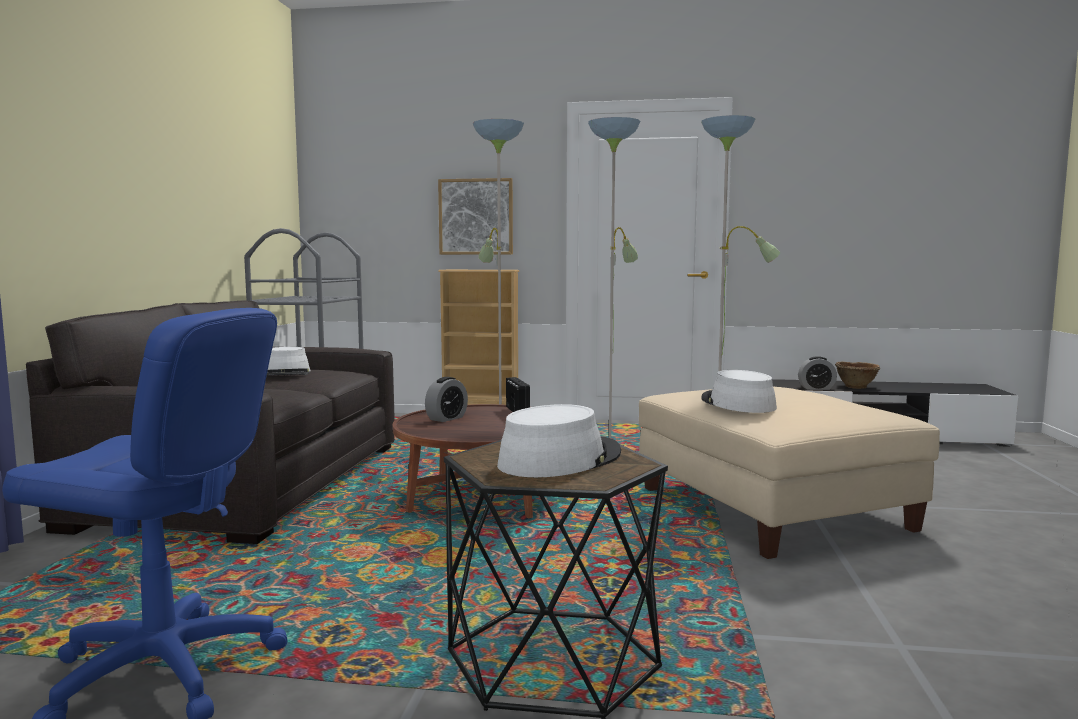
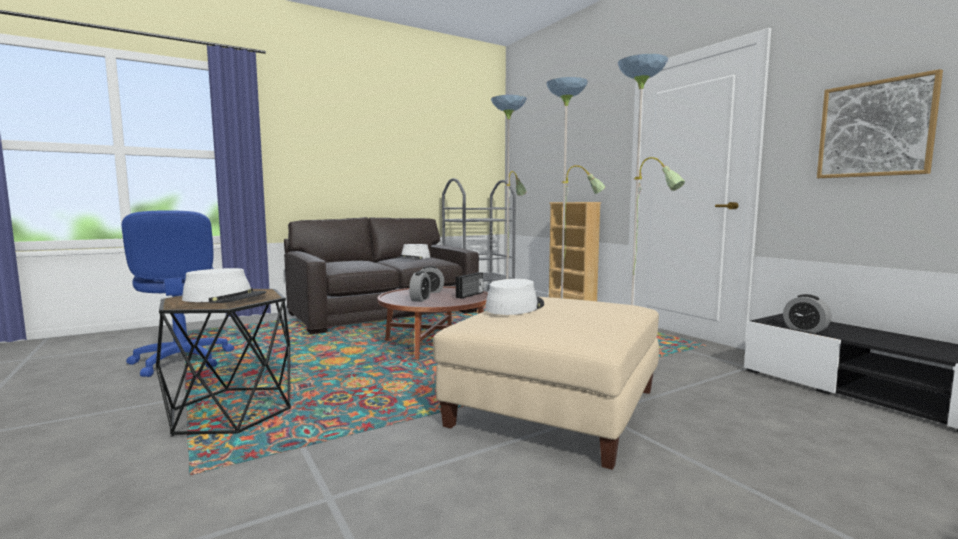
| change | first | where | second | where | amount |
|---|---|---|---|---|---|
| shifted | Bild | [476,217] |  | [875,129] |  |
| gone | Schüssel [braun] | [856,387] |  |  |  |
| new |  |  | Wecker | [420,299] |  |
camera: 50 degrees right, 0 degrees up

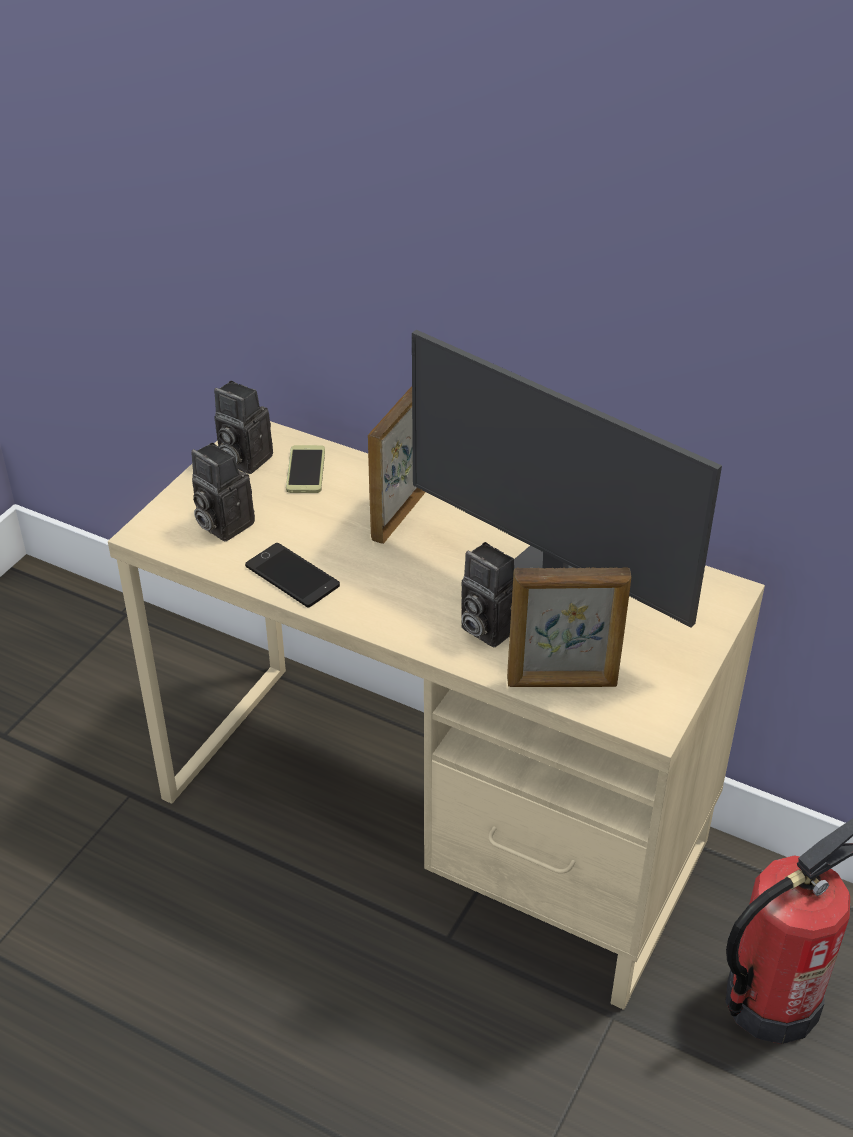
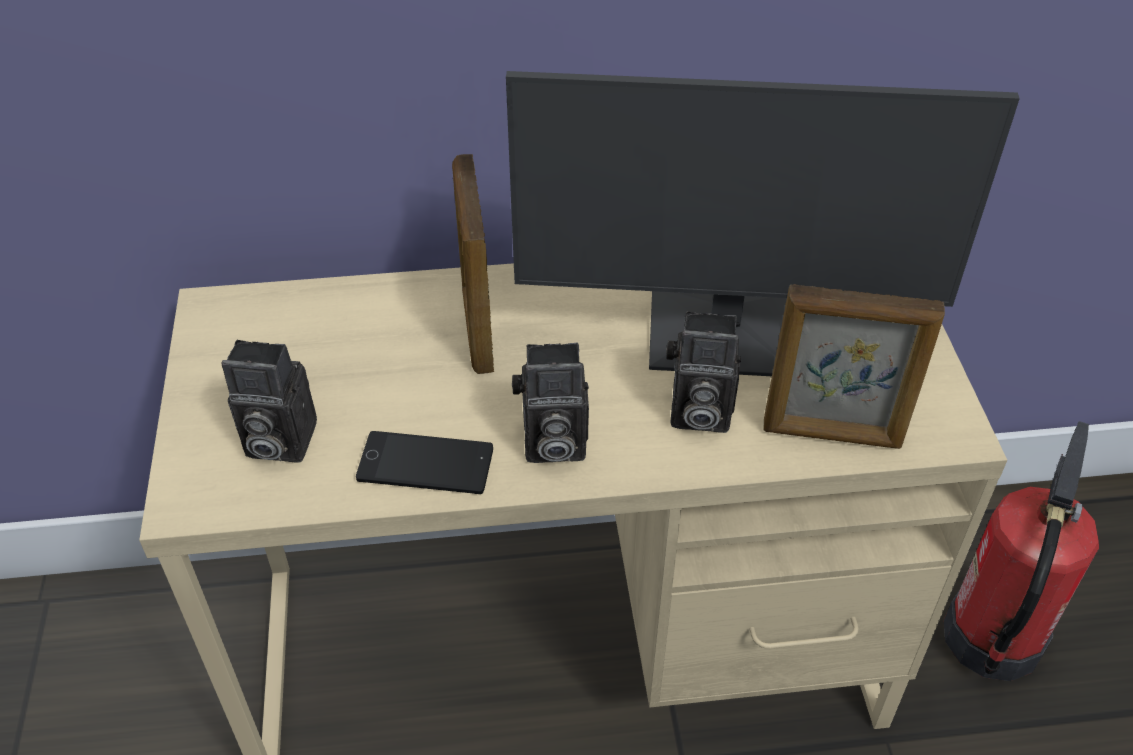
| change | first | where | second | where | amount |
|---|---|---|---|---|---|
| shifted | Kamera | [242,459] |  | [550,444] |  |
| gone | Handy | [305,470] |  |  |  |
| rotated | Bilderrahmen | [562,683] |  | [832,435] | 45 degrees clockwise |
camera: 35 degrees left, 5 degrees up

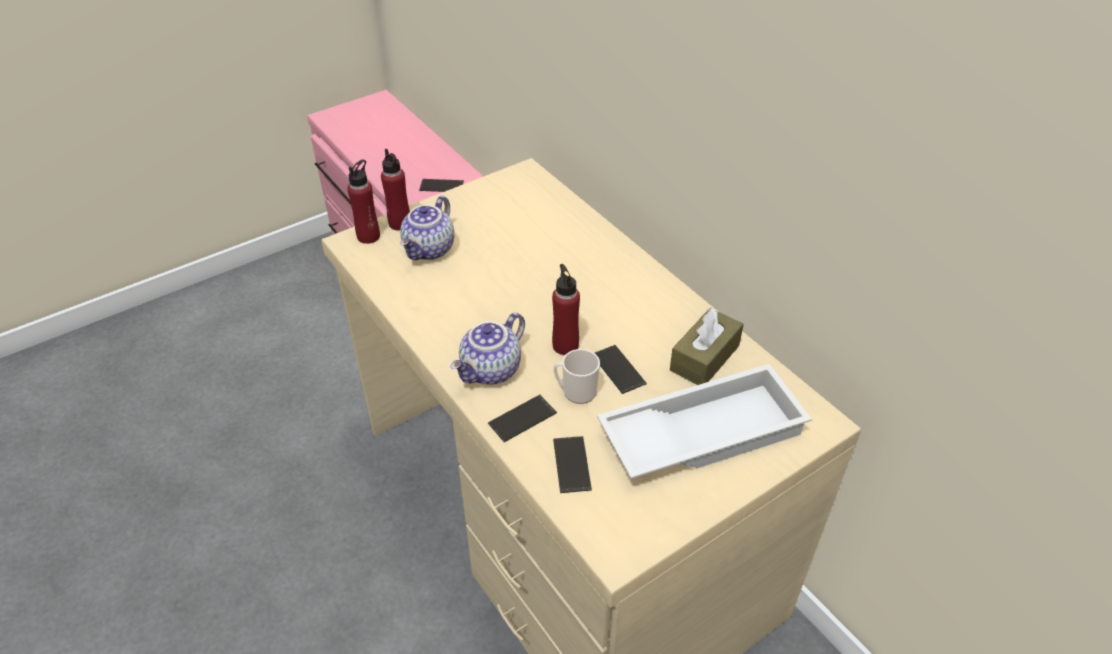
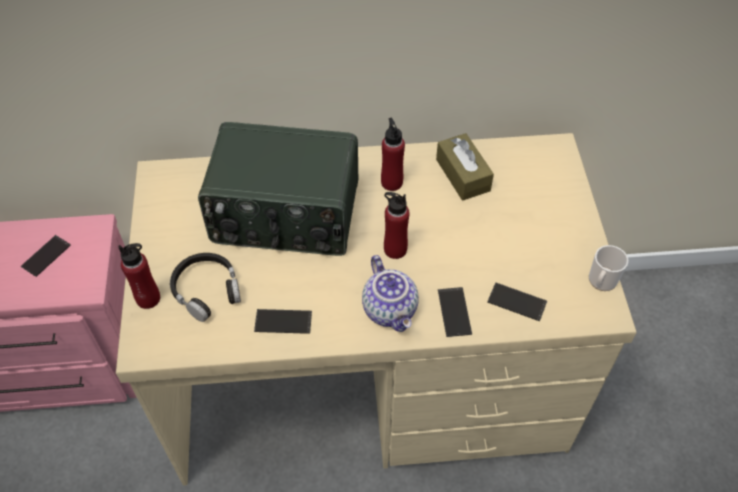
| change | first | where | second | where | amount |
|---|---|---|---|---|---|
| shifted | Flasche [rot] | [368,236] |  | [391,182] |  |
| swapped | Teekanne | [430,250] | Kopfhörer [schwarz] | [207,290] |  |
| shifted | Henkelbecher | [576,391] |  | [601,282] |  |
| shifted | Handy | [618,369] |  | [283,321] |  |
| gone | Tablett [weiß] | [701,431] |  |  |  |
| new |  |  | Radio | [285,215] |  |
camera: 60 degrees left, 10 degrees up

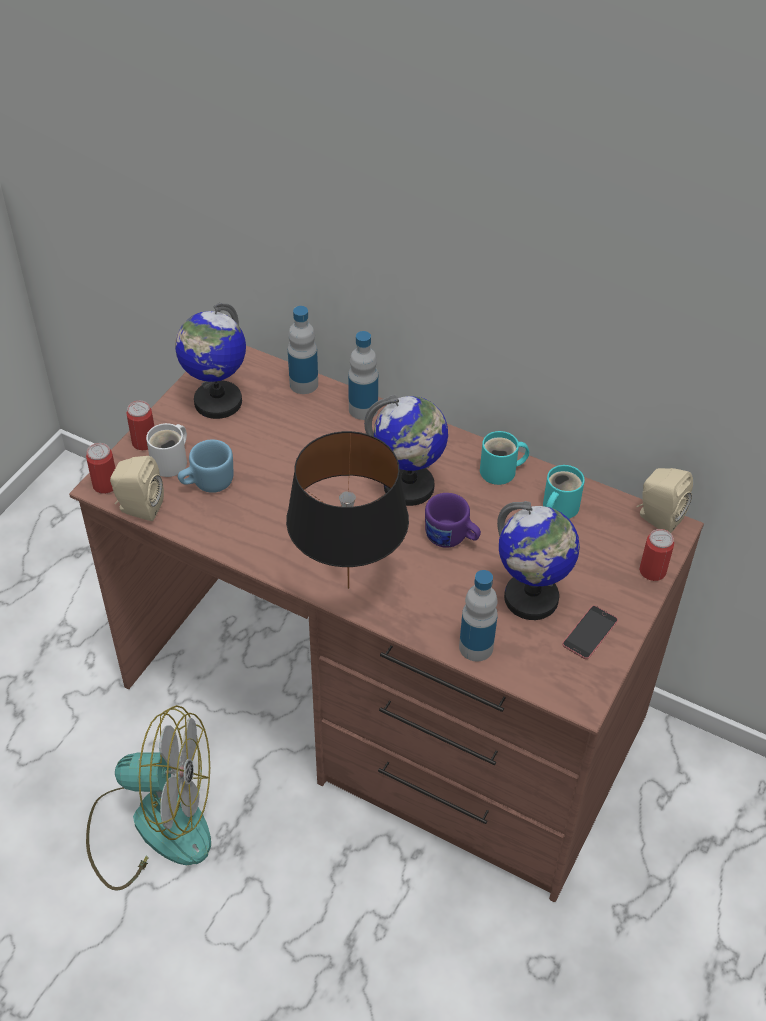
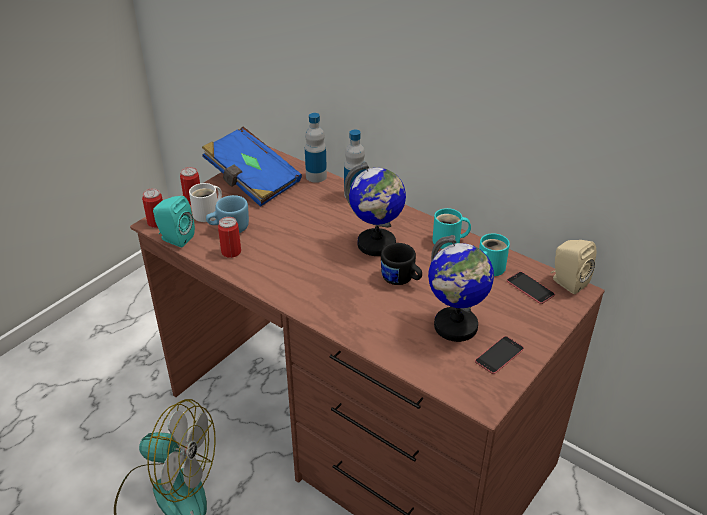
| change | first | where | second | where | amount |
|---|---|---|---|---|---|
| repainted | Lautsprecher [beige] | [138,508] | Lautsprecher [türkis] | [175,239] |  |
| swapped | Globus | [217,402] | Buch [blau] | [252,182] |  |
| gone | Tischlampe [schwarz] | [349,587] |  |  |  |
| repainted | Henkelbecher [lila] | [451,539] | Henkelbecher [schwarz] | [401,280] |  |
| gone | Flasche | [476,647] |  |  |  |
| shifted | Dose | [652,571] |  | [231,252] |  |
| new |  |  | Handy | [530,288] |  |
camera: 10 degrees right, 10 degrees down

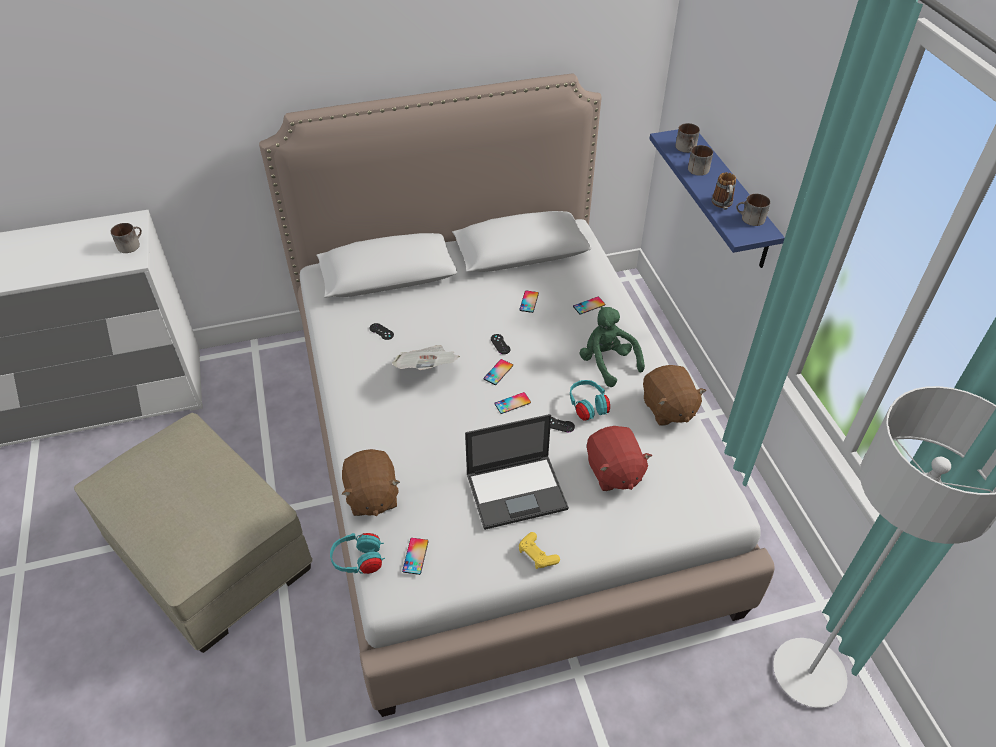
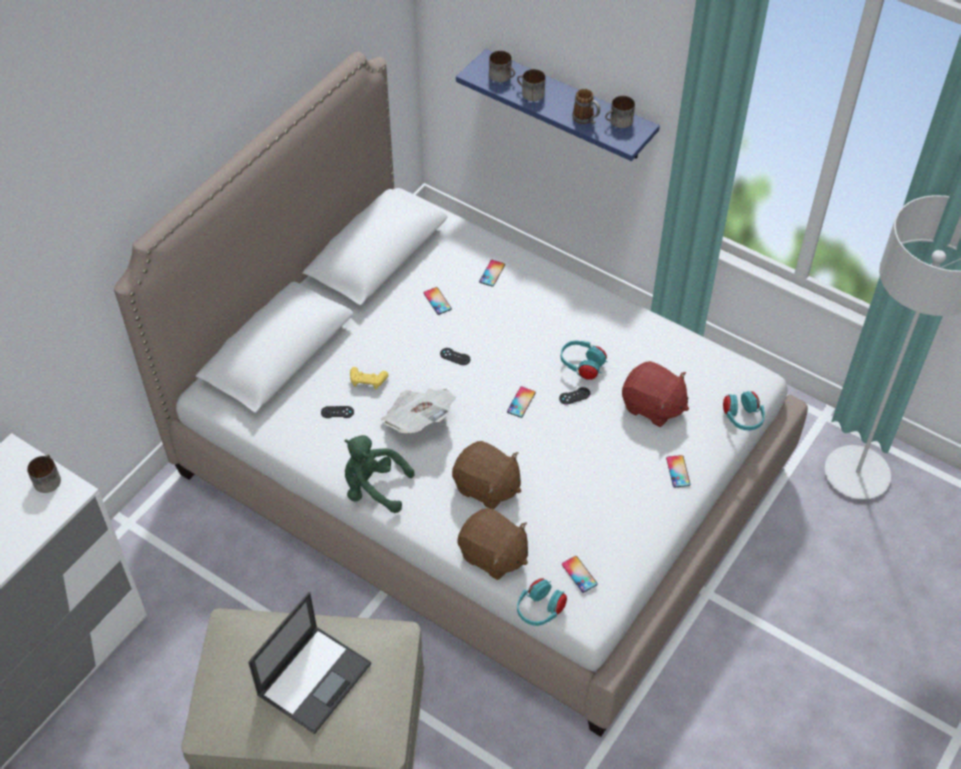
| change | first | where | second | where | amount |
|---|---|---|---|---|---|
| shifted | Laptop | [517,491] |  | [315,678] |  |
| shifted | Handy | [498,372] |  | [678,471] |  |
| shifted | Gamepad [gelb] | [537,555] |  | [368,381] |  |
| shifted | Plüschtier [grün] | [607,363] |  | [374,487] |  |
| shifted | Plüschtier [braun] | [668,409] |  | [486,487] |  |
| new |  |  | Kopfhörer [türkis] | [742,418] |  |
camera: 40 degrees left, 5 degrees up

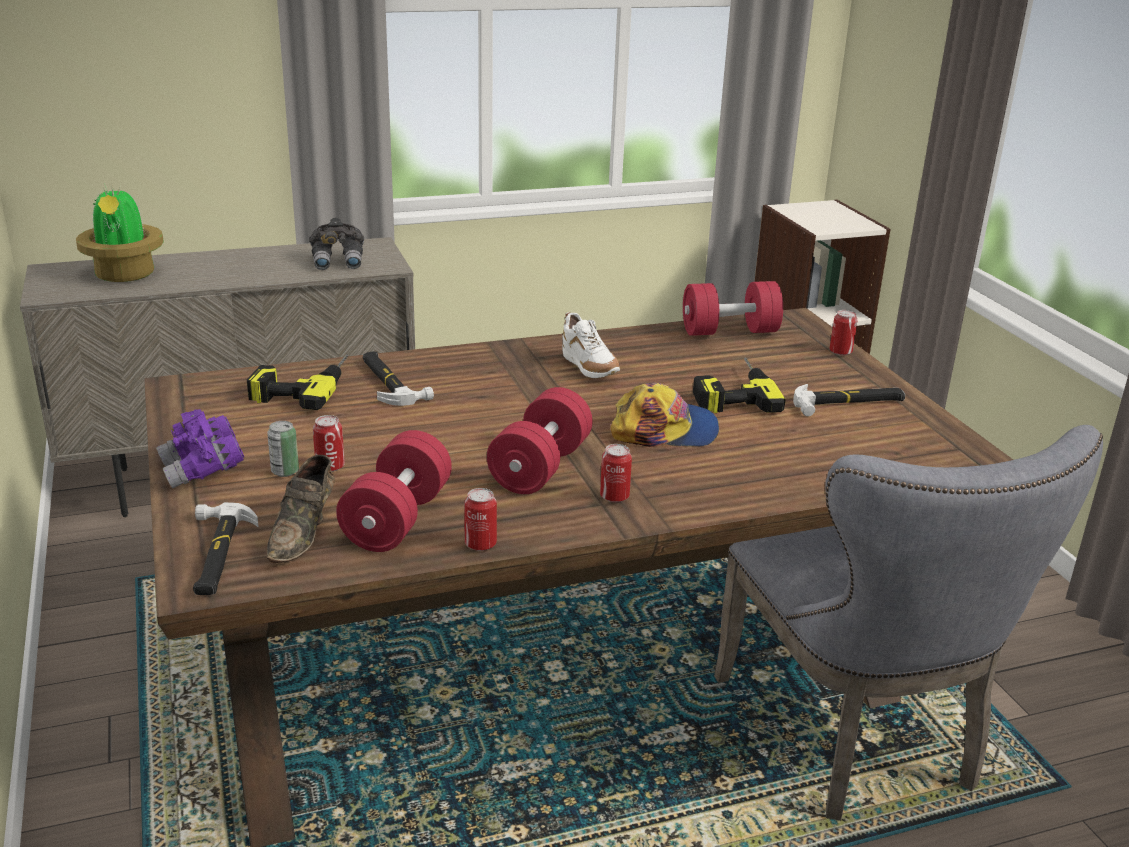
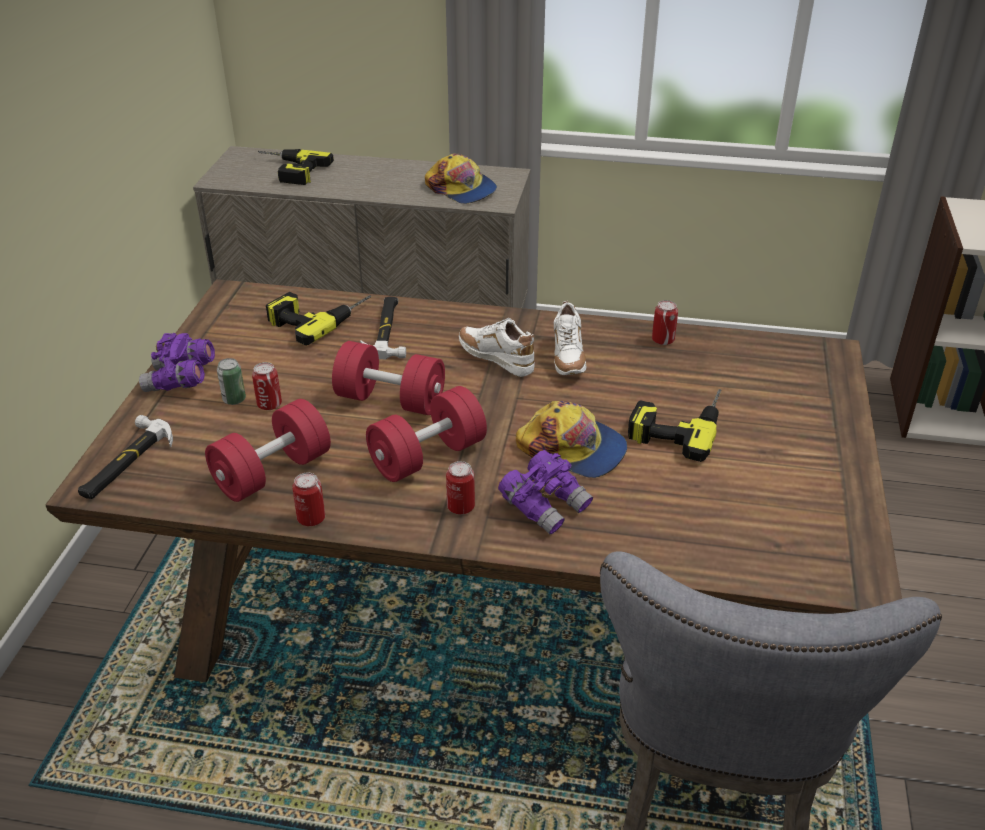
| change | first | where | second | where | amount |
|---|---|---|---|---|---|
| swapped | Topfpflanze | [125,275] | Bohrmaschine | [287,171] |  |
| gone | Schuh [braun] | [304,533] |  |  |  |
| swapped | Fernglas [grau] | [338,262] | Kappe | [461,189] |  |
| shifted | Hantel [rot] | [729,331] |  | [390,400] |  |
| gone | Hammer | [848,403] |  |  |  |
| shifted | Dose | [840,352] |  | [663,340] |  |
| new |  |  | Schuh [weiß] | [496,359] |  |
| new |  |  | Fernglas [lila] | [545,506] |  |
camera: 30 degrees right, 10 degrees up

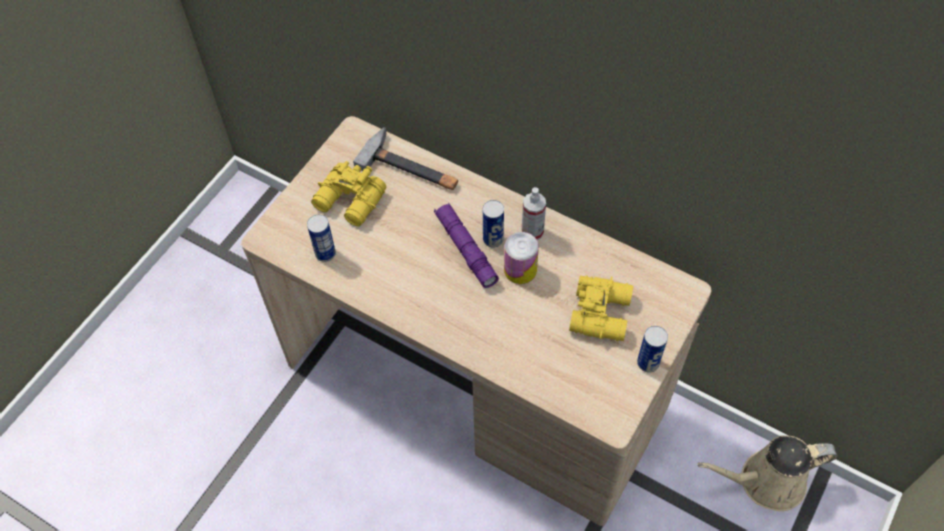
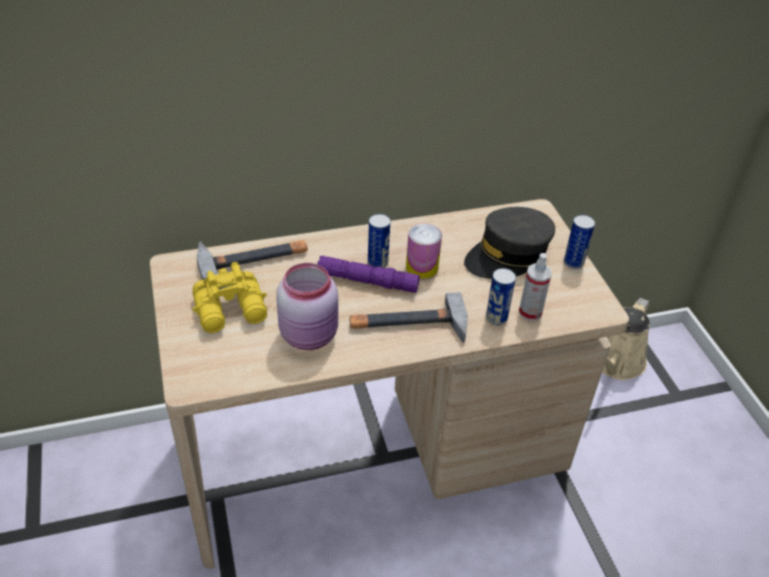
| change | first | where | second | where | amount |
|---|---|---|---|---|---|
| shifted | Dose | [325,253] |  | [496,318] |  |
| shifted | Sprühflasche | [532,231] |  | [530,312] |  |
| swapped | Fernglas [gelb] | [602,312] | Kappe [grau] | [508,255] |  |
| new |  |  | Vorratsglas [rosa] | [310,335] |  |
| new |  |  | Hammer | [408,325] |  |
camera: 50 degrees left, 15 degrees down

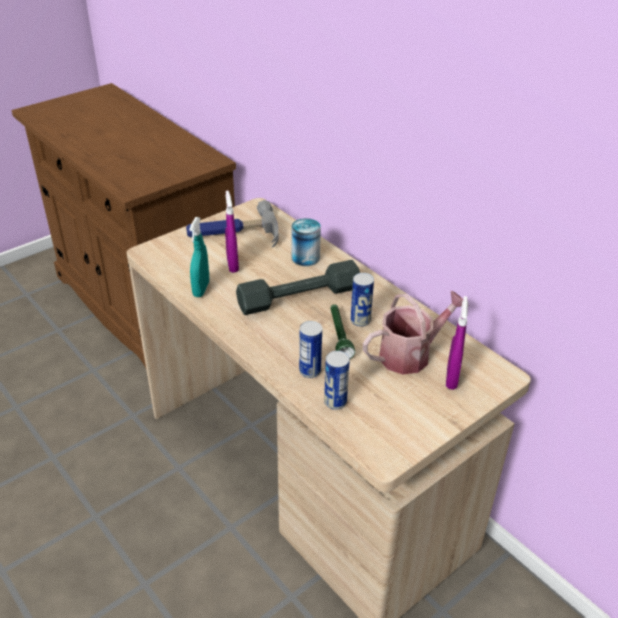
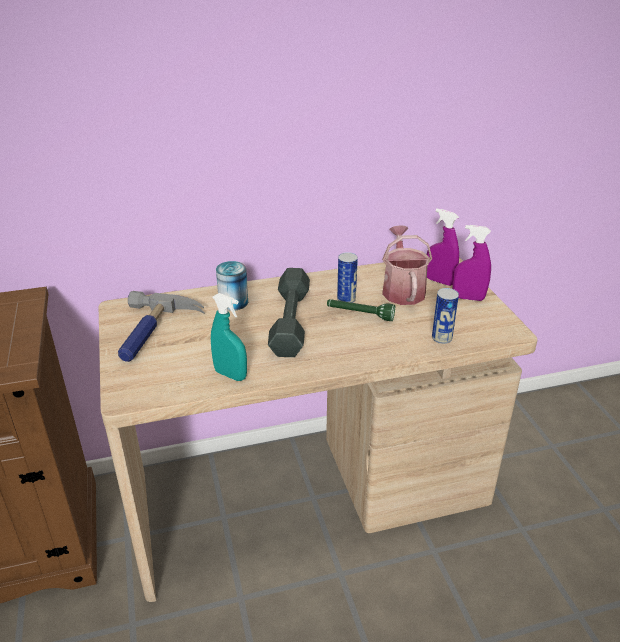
| change | first | where | second | where | amount |
|---|---|---|---|---|---|
| shifted | Sprühflasche [lila] | [232,265] |  | [468,298] |  |
| gone | Dose | [310,371] |  |  |  |
camera: 65 degrees left, 5 degrees down

